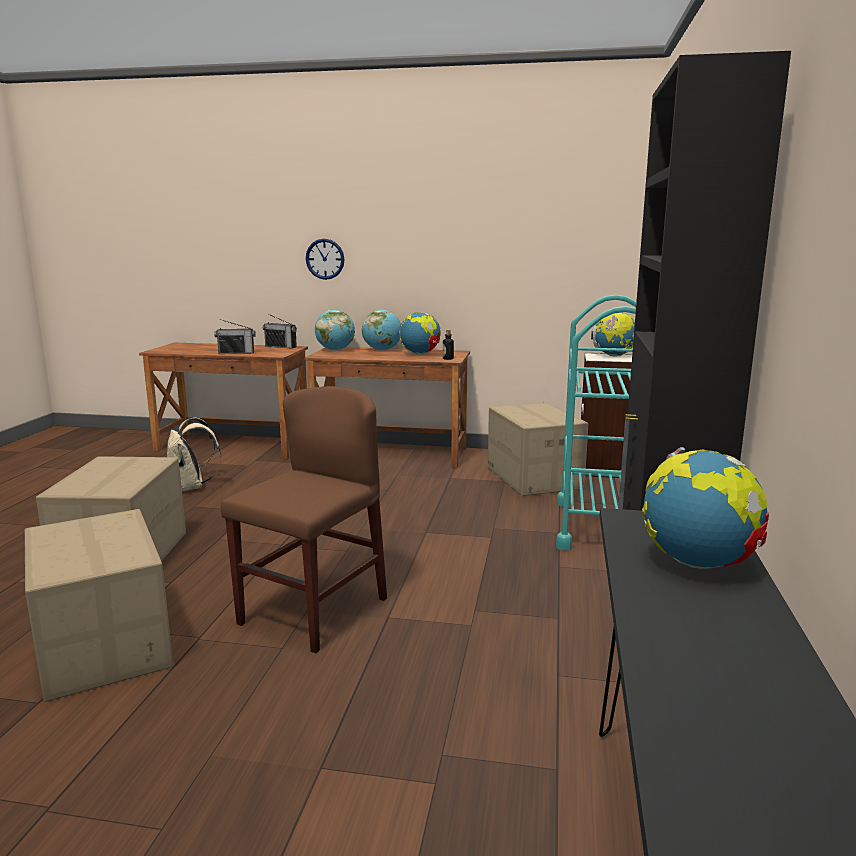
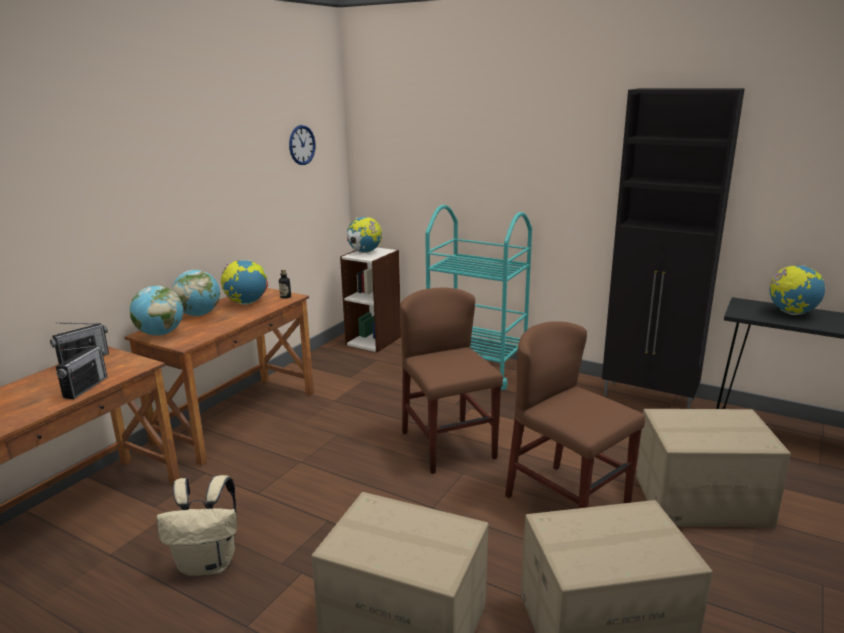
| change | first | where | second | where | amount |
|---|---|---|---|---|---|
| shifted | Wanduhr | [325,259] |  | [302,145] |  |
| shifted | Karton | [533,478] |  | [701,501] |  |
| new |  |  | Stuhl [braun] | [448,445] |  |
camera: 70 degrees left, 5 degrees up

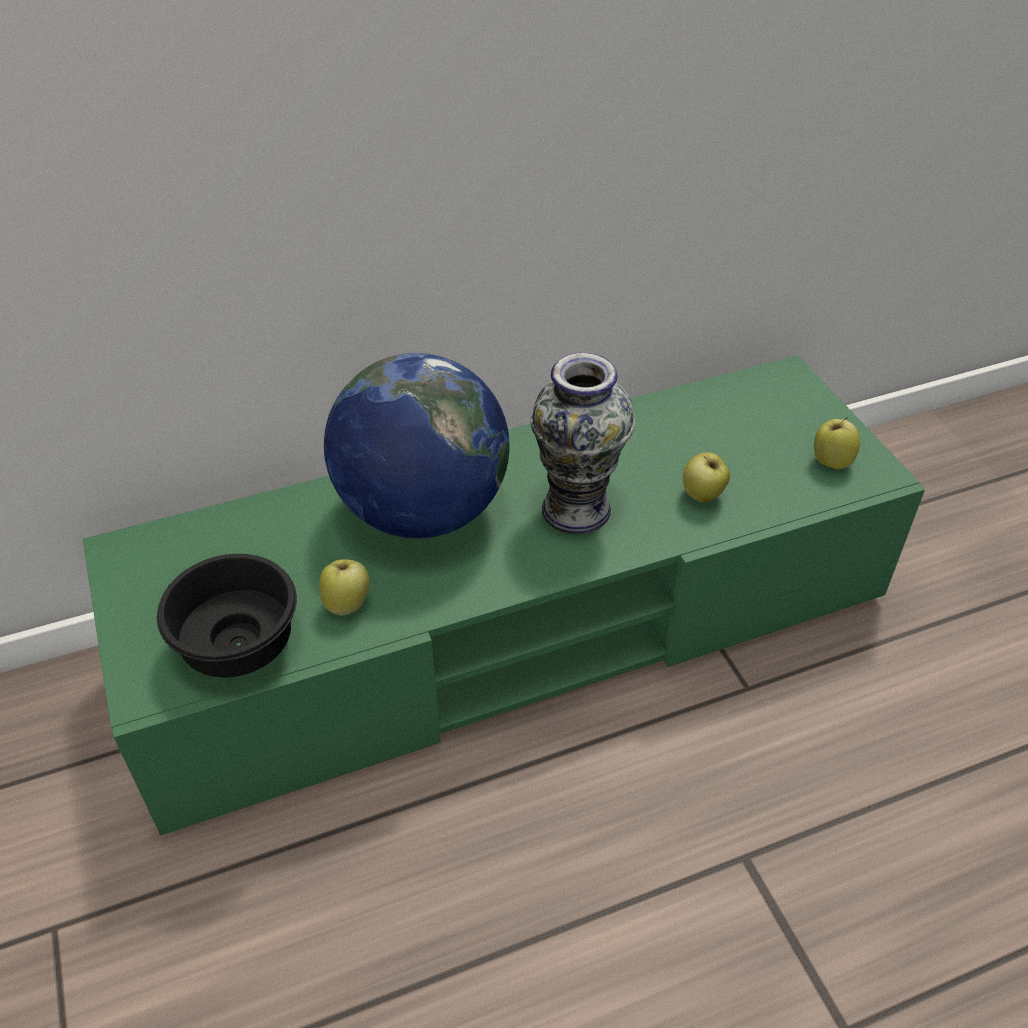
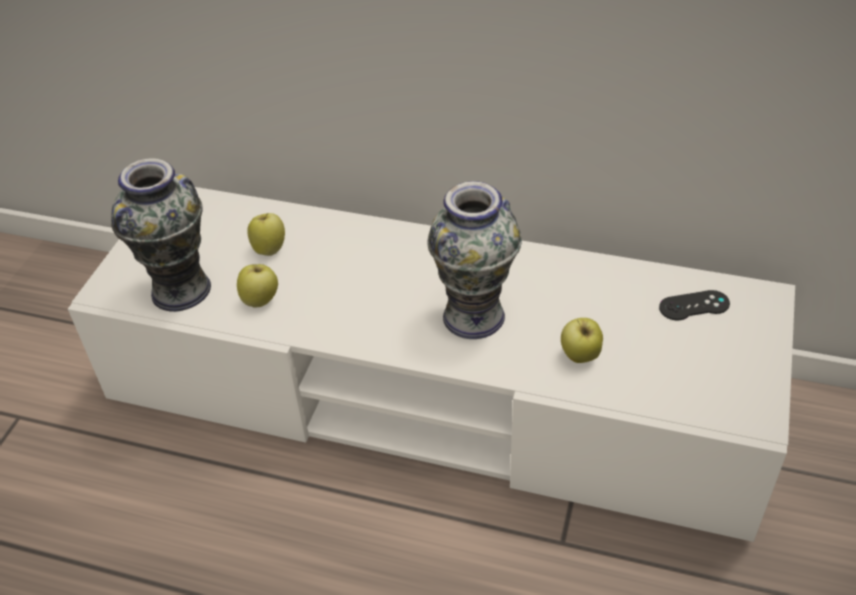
| change | first | where | second | where | amount |
|---|---|---|---|---|---|
| repainted | Fernsehschrank [grün] | [514,626] | Fernsehschrank [weiß] | [433,394] |  |
| swapped | Schüssel [schwarz] | [241,641] | Vase | [181,290] |  |
| gone | Globus | [422,511] |  |  |  |
| shifted | Apfel | [831,461] |  | [269,249] |  |
| new |  |  | Gamepad [schwarz] | [694,306] |  |
camera: 40 degrees right, 0 degrees up

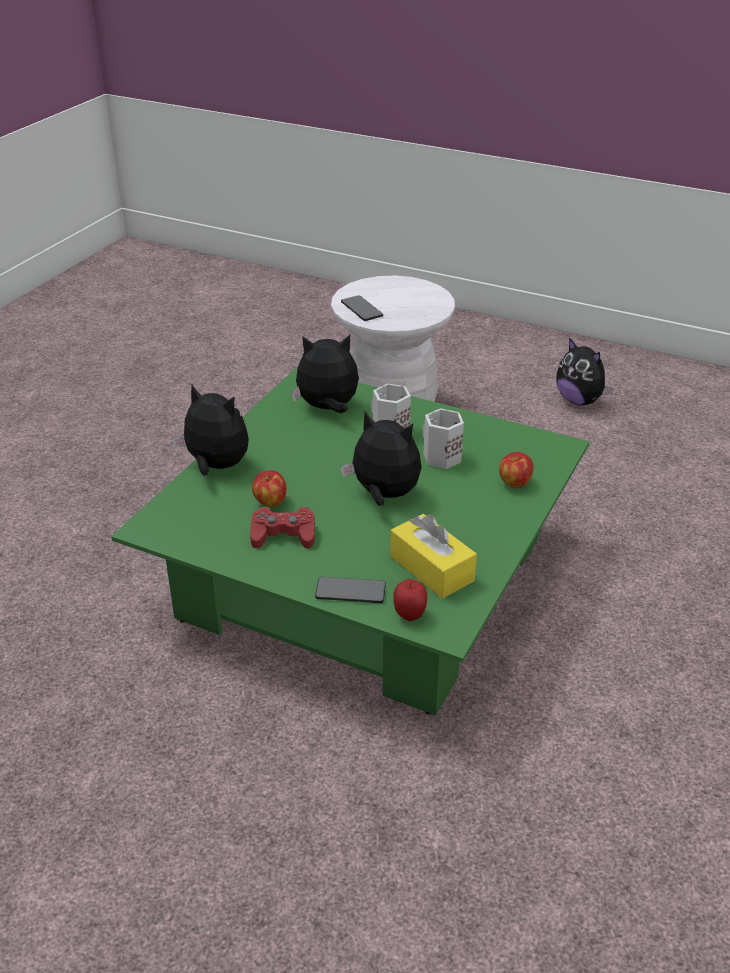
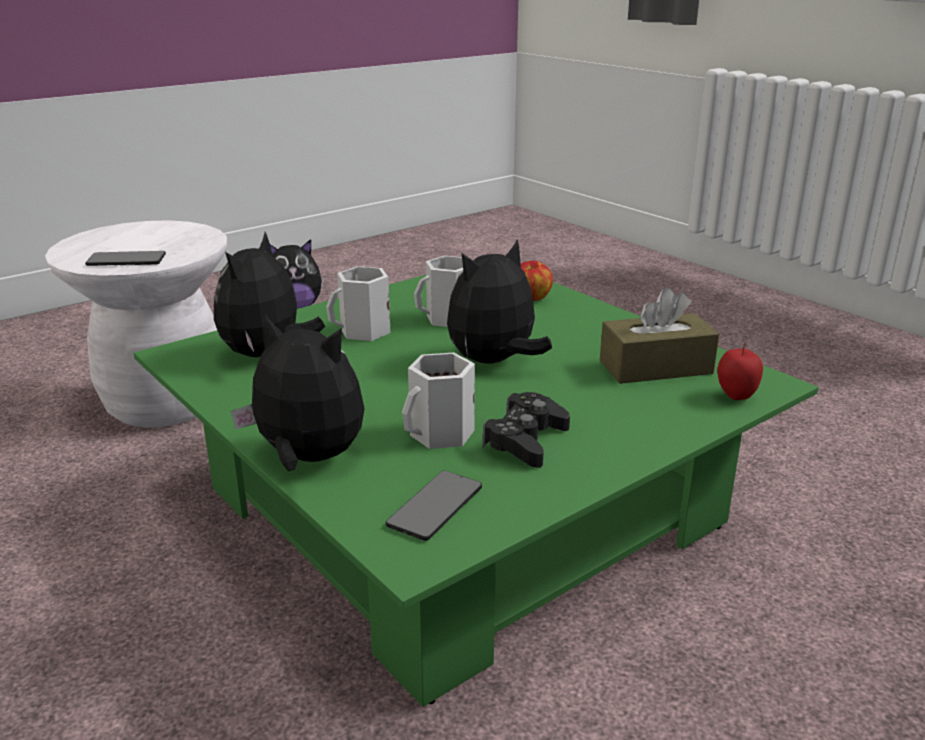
| change | first | where | second | where | amount |
|---|---|---|---|---|---|
| rotated | Plüschtier | [216,466] |  | [307,459] | 60 degrees clockwise |
| repainted | Gamepad [rot] | [283,535] | Gamepad [schwarz] | [525,440] |  |
| swapped | Apfel | [270,502] | Henkelbecher [weiß] | [441,434] |  |
| shifted | Handy | [350,591] |  | [435,507] |  |
| repainted | Taschentuchbox [gelb] | [431,568] | Taschentuchbox [braun] | [655,367] |  |
camera: 65 degrees left, 10 degrees down

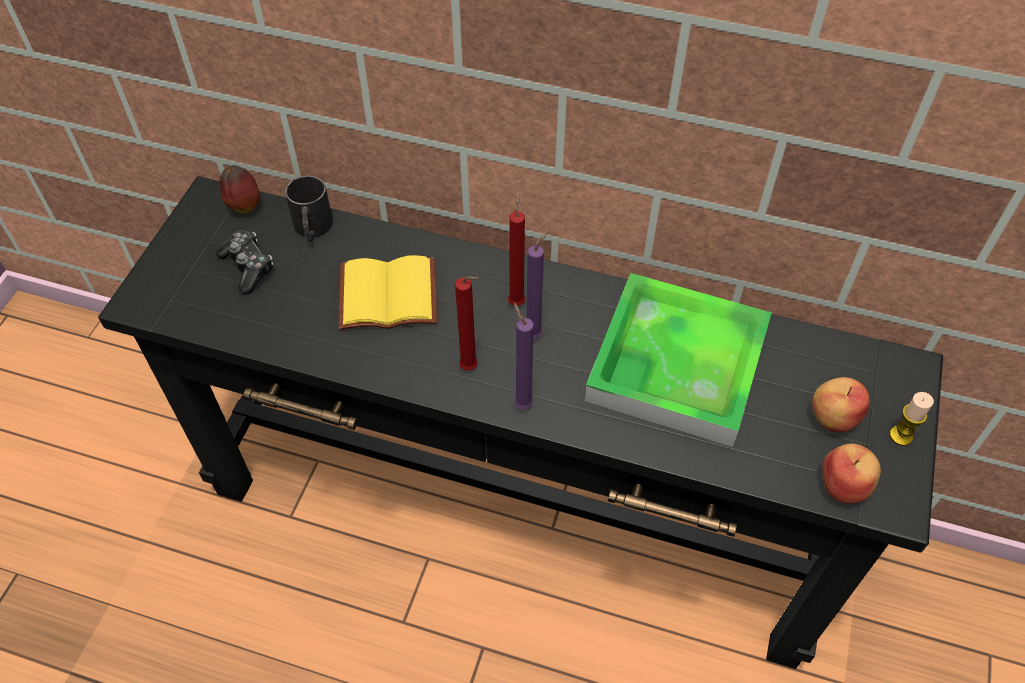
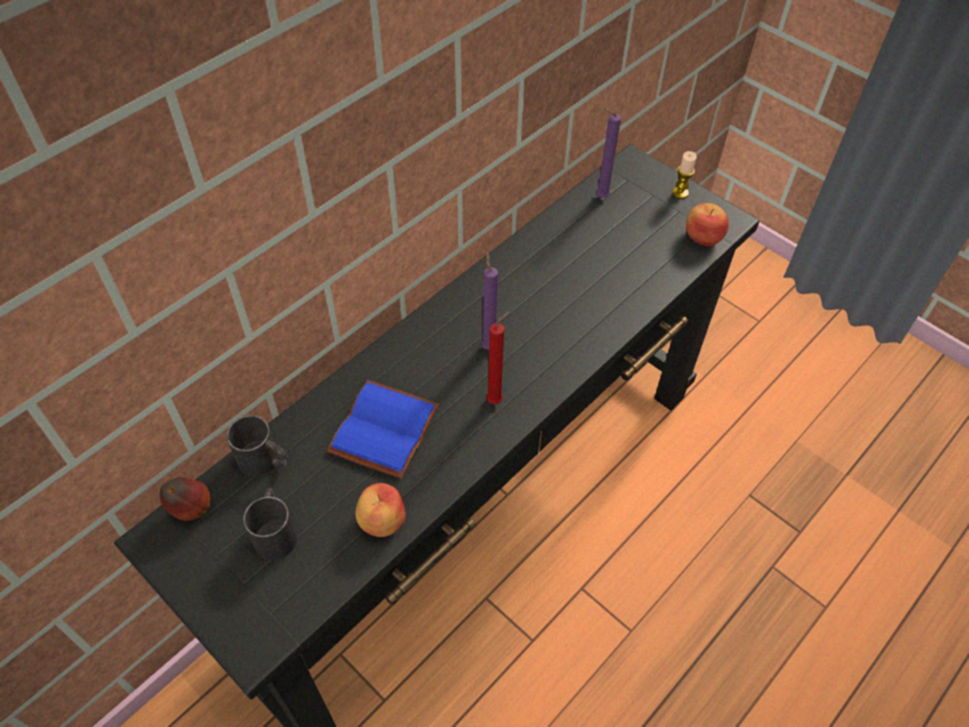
| change | first | where | second | where | amount |
|---|---|---|---|---|---|
| swapped | Gamepad | [248,267] | Henkelbecher [schwarz] | [275,530] |  |
| repainted | Buch [gelb] | [390,293] | Buch [blau] | [382,427] |  |
| gone | Kerze [rot] | [517,301] |  |  |  |
| shifted | Kerze [lila] | [521,403] |  | [599,197] |  |
| gone | Tablett | [677,364] |  |  |  |
| shifted | Apfel | [833,417] |  | [381,520] |  |
camera: 65 degrees left, 0 degrees up

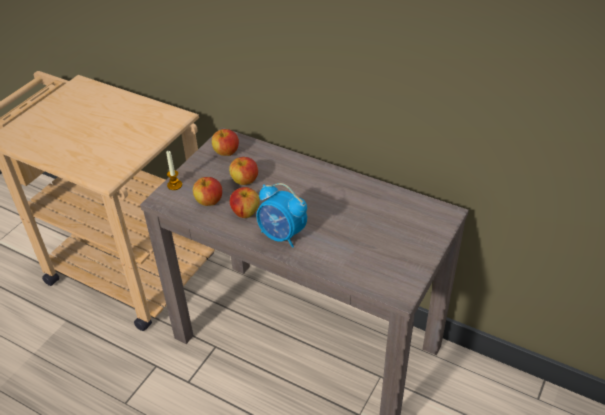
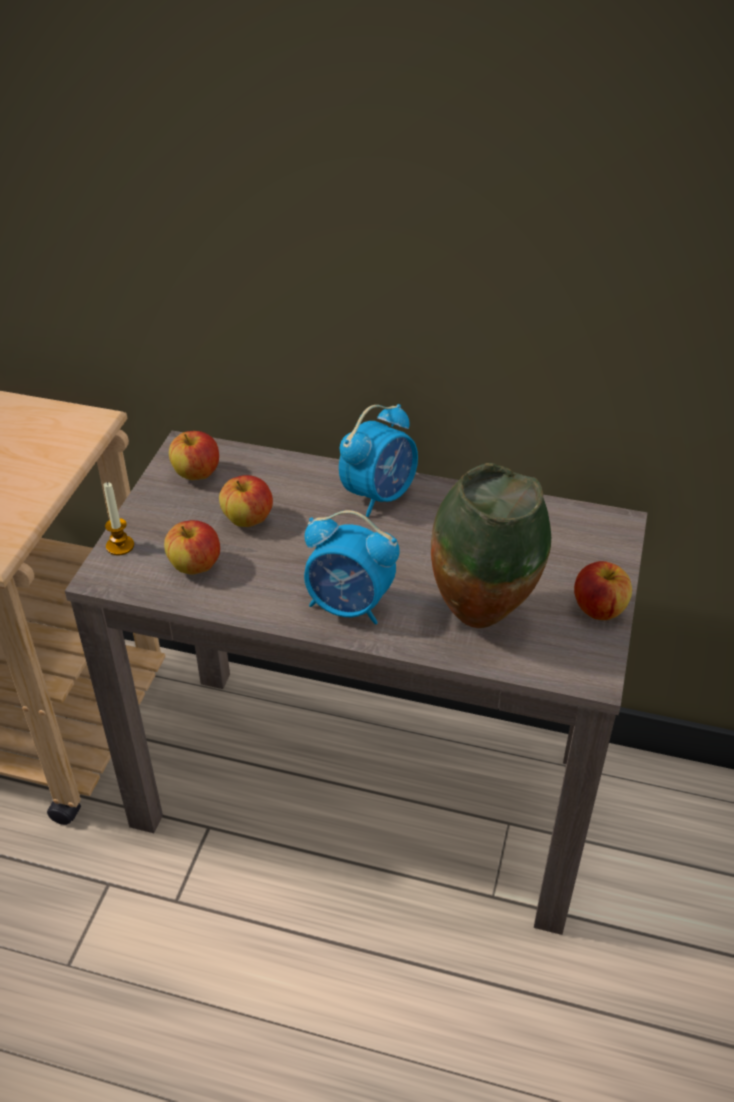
| change | first | where | second | where | amount |
|---|---|---|---|---|---|
| shifted | Apfel | [245,212] |  | [598,609] |  |
| new |  |  | Wecker | [379,495] |  |
| new |  |  | Vase | [482,617] |  |
camera: 15 degrees left, 0 degrees up

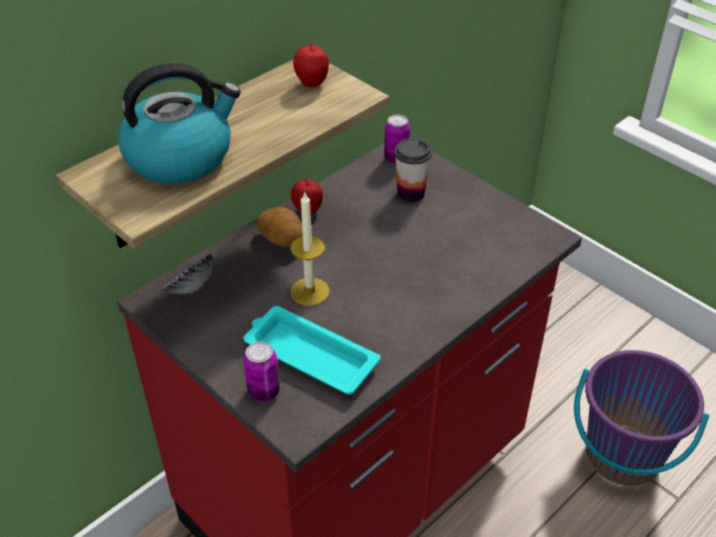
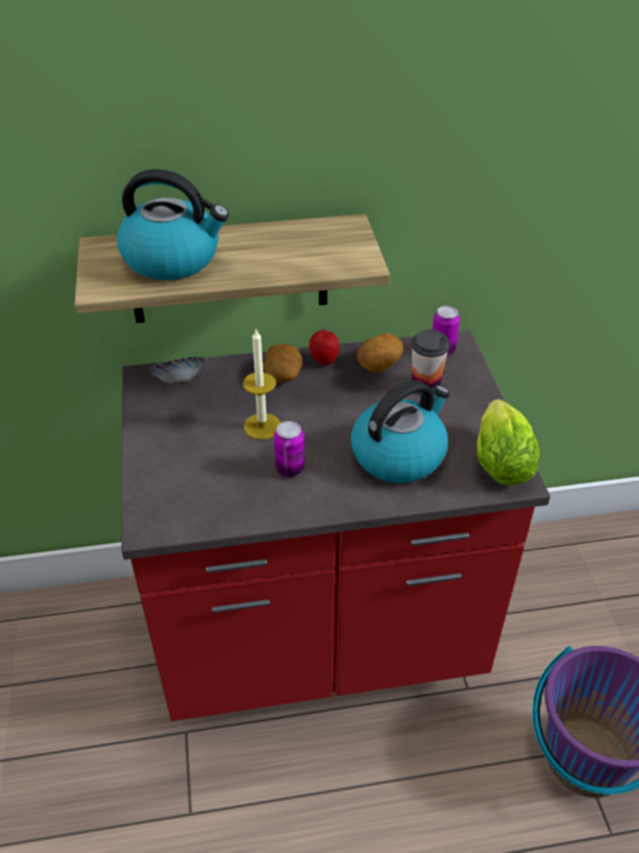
| change | first | where | second | where | amount |
|---|---|---|---|---|---|
| gone | Tablett [türkis] | [308,355] |  |  |  |
| shifted | Dose | [263,392] |  | [290,469] |  |
| gone | Apfel | [311,84] |  |  |  |
| new |  |  | Wasserkessel | [399,454] |  |
| new |  |  | Kartoffel | [379,363] |  |
| new |  |  | Salatkopf | [500,459] |  |
camera: 35 degrees right, 0 degrees up

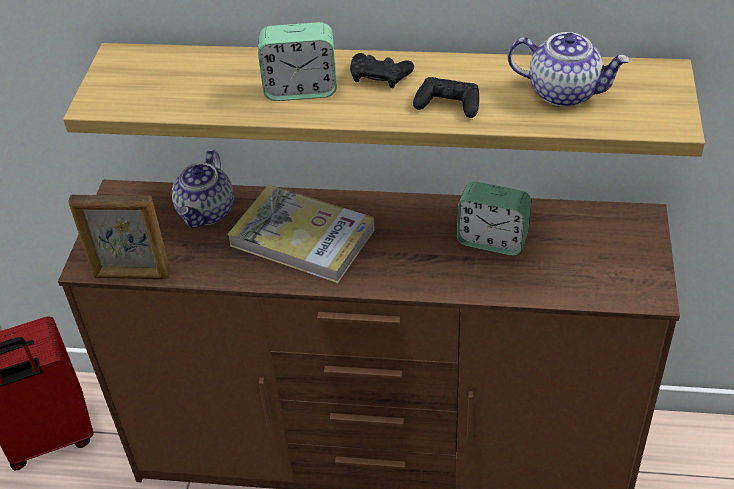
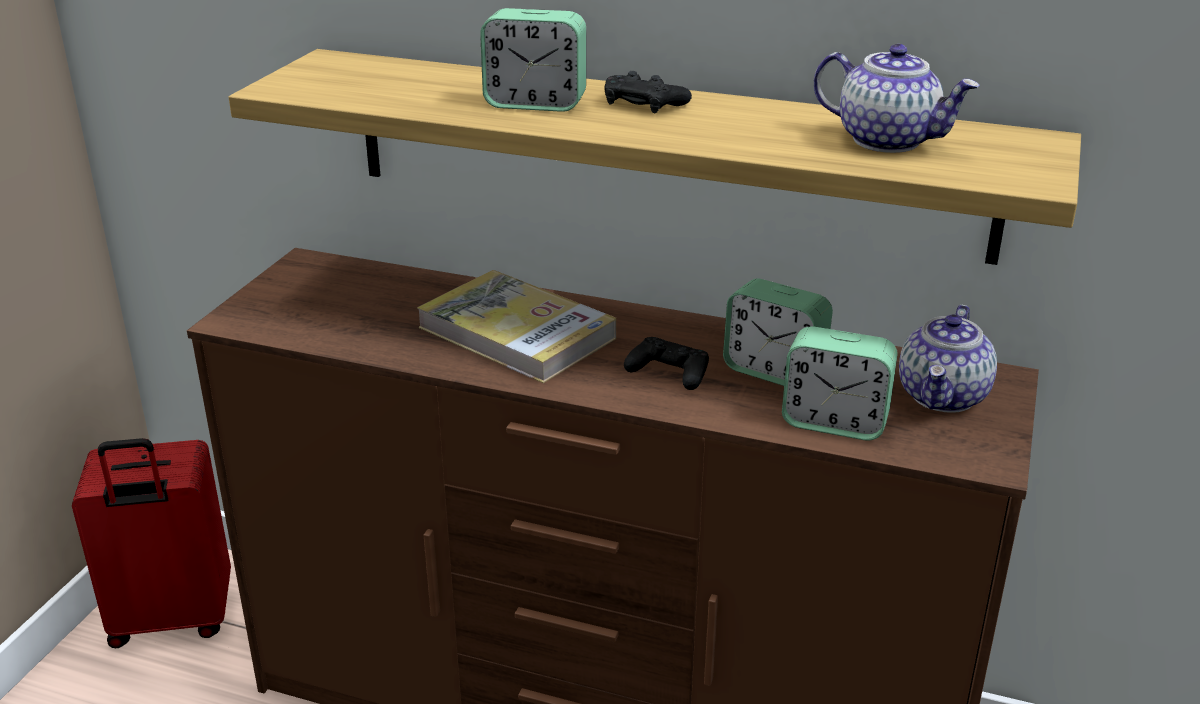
| change | first | where | second | where | amount |
|---|---|---|---|---|---|
| gone | Bilderrahmen | [131,275] |  |  |  |
| shifted | Teekanne | [207,212] |  | [943,397] |  |
| shifted | Gamepad [schwarz] | [448,104] |  | [669,372] |  |
| new |  |  | Wecker | [834,422] |  |
camera: 10 degrees right, 15 degrees down

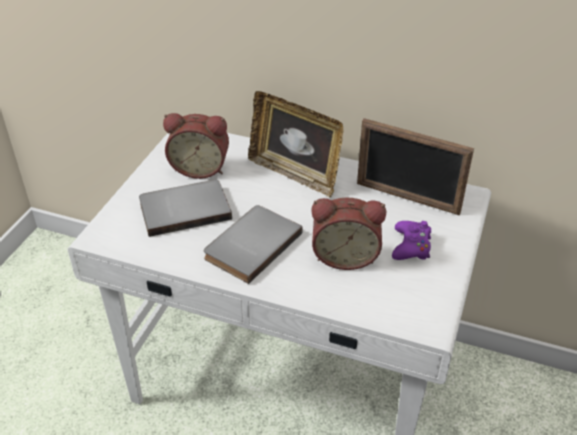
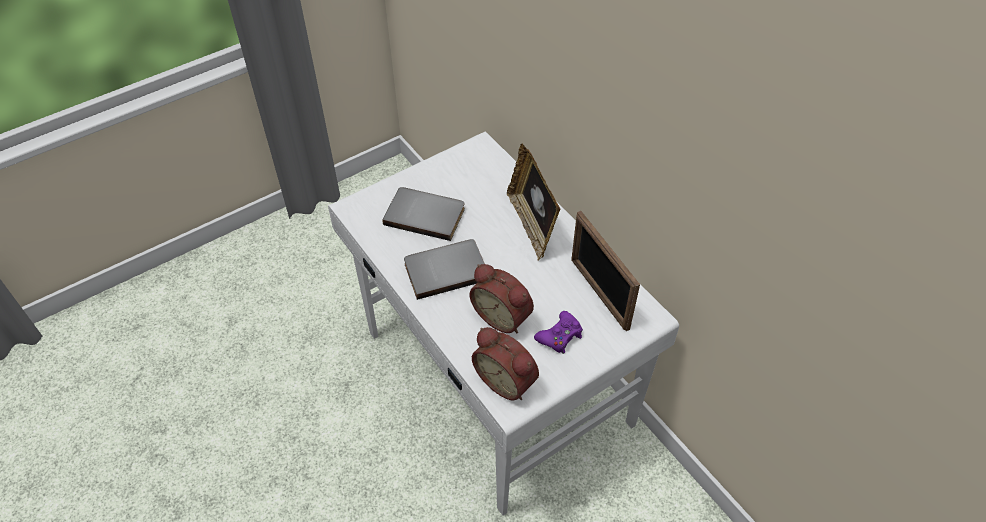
| change | first | where | second | where | amount |
|---|---|---|---|---|---|
| shifted | Wecker | [200,168] |  | [507,380] |  |
camera: 35 degrees right, 10 degrees up

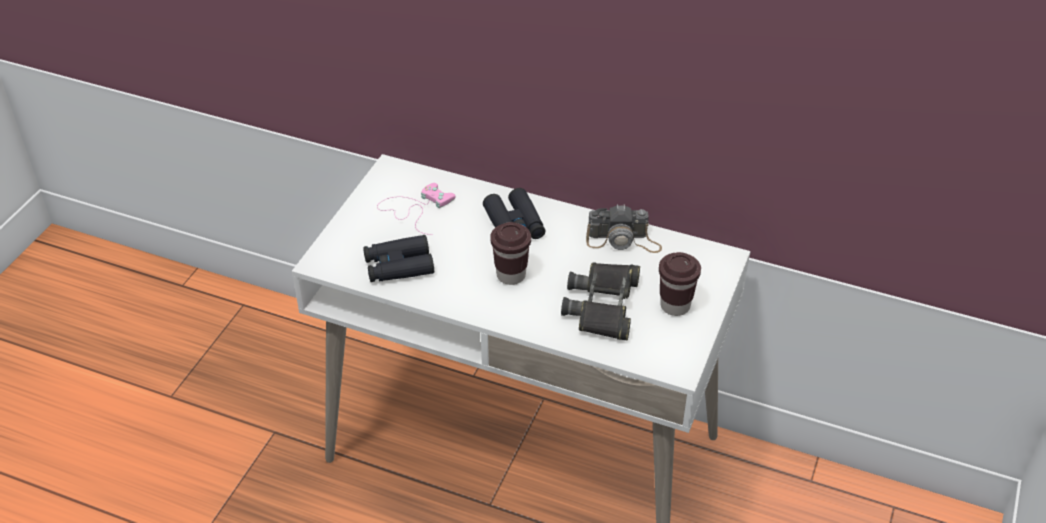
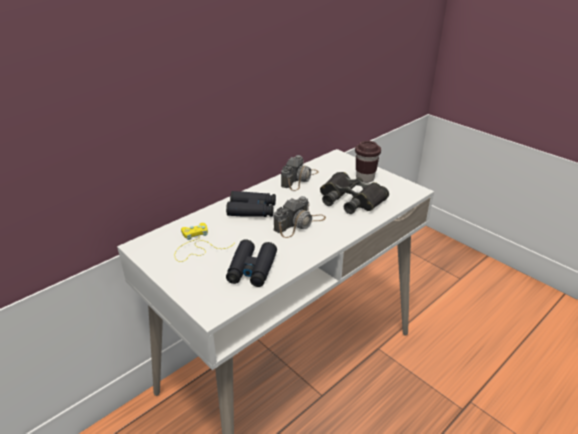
| change | first | where | second | where | amount |
|---|---|---|---|---|---|
| repainted | Gamepad [rosa] | [415,208] | Gamepad [gelb] | [196,245] |  |
| swapped | Tasse [braun] | [511,275] | Kamera | [299,224] |  |
camera: 65 degrees left, 10 degrees down

